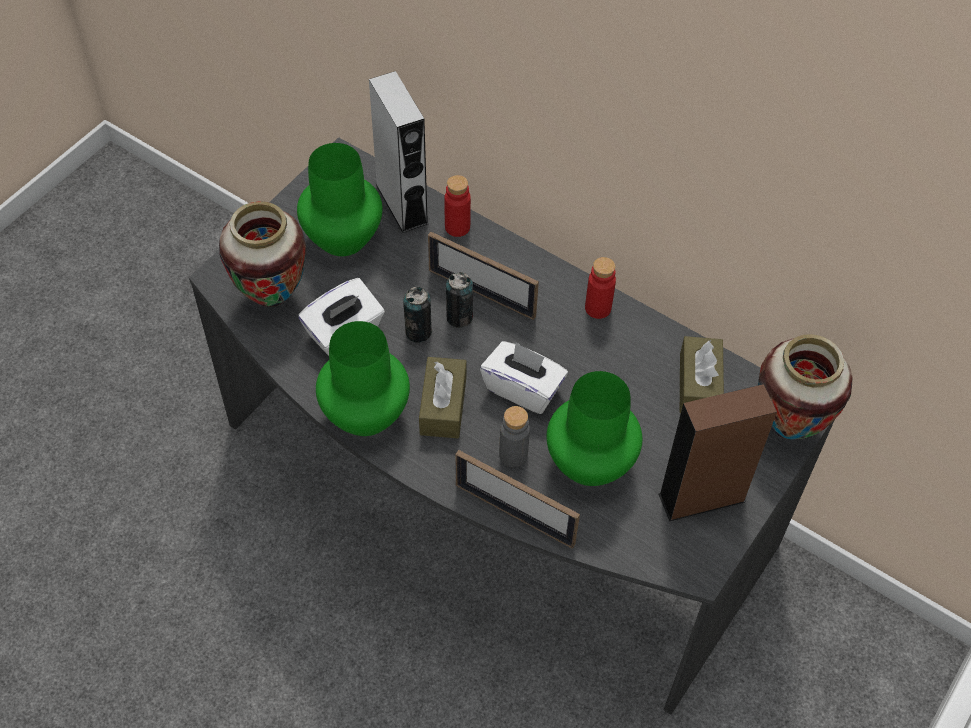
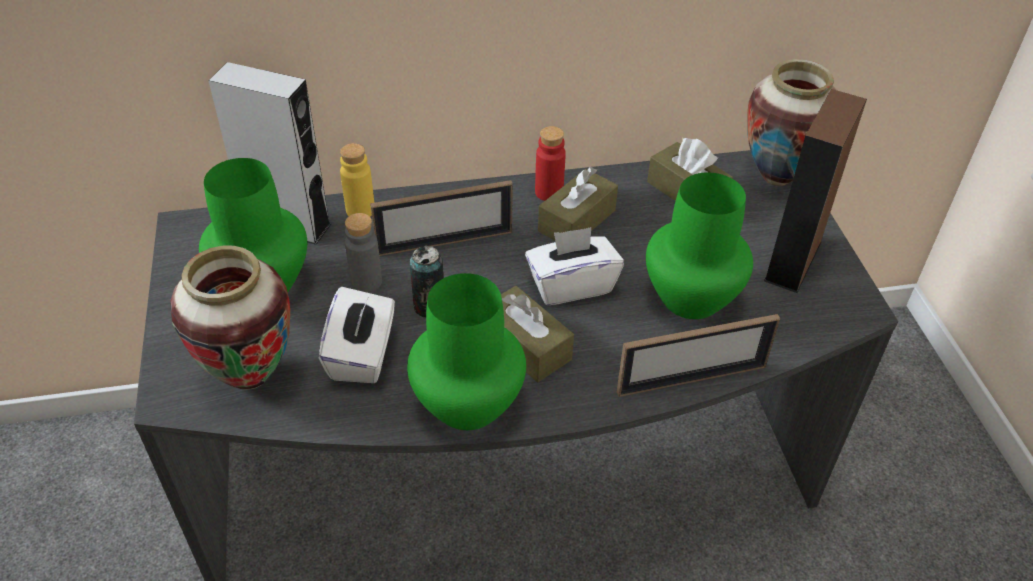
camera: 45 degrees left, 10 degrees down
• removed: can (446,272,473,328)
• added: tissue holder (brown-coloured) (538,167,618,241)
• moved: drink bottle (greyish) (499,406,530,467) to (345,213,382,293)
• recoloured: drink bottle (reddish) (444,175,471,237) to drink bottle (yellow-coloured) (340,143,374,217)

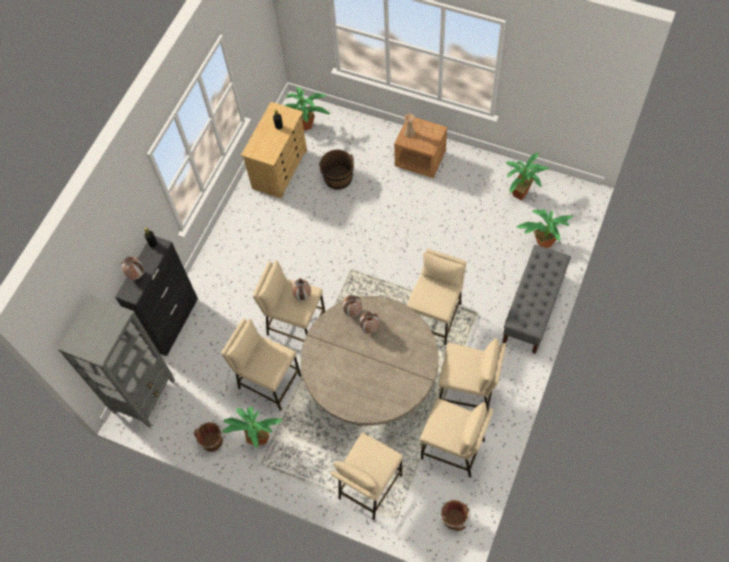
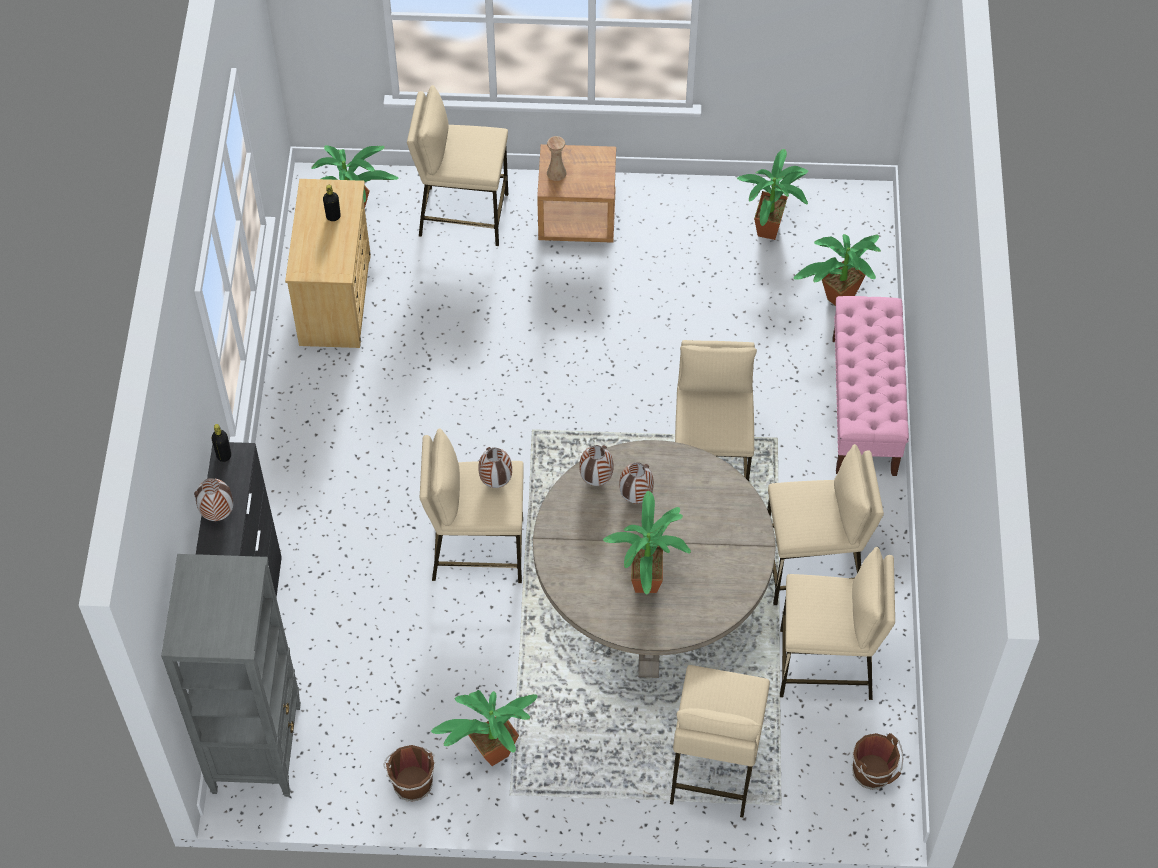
camera: 25 degrees left, 5 degrees down
• removed: bucket (brown-coloured) (319,150,354,190)
• added: plant in a pot (603,491,691,594)
• moved: stool (sand-coloured) (221,319,301,411) to (407,85,508,246)
• recoloured: long seat (greyish) (502,245,571,354) to long seat (pinkish) (832,296,909,476)

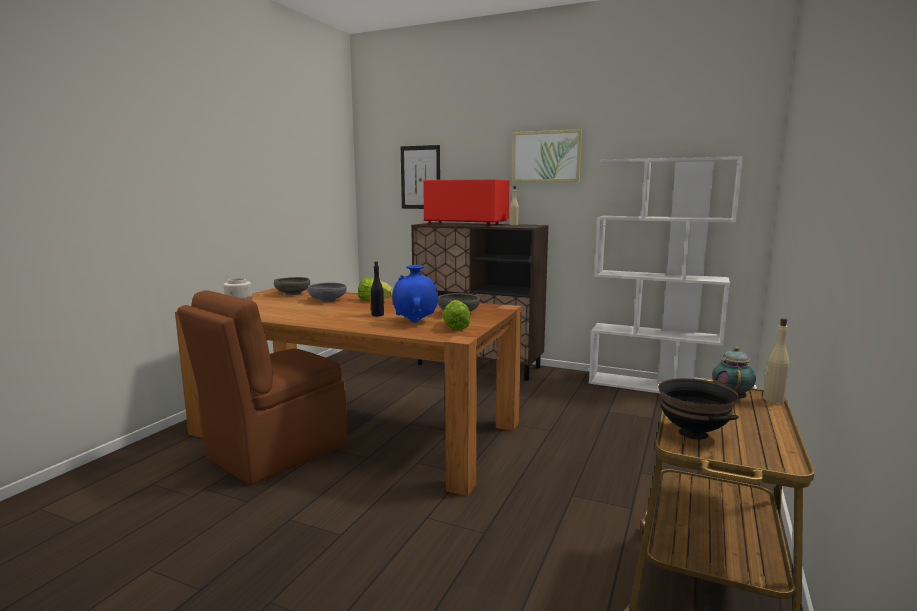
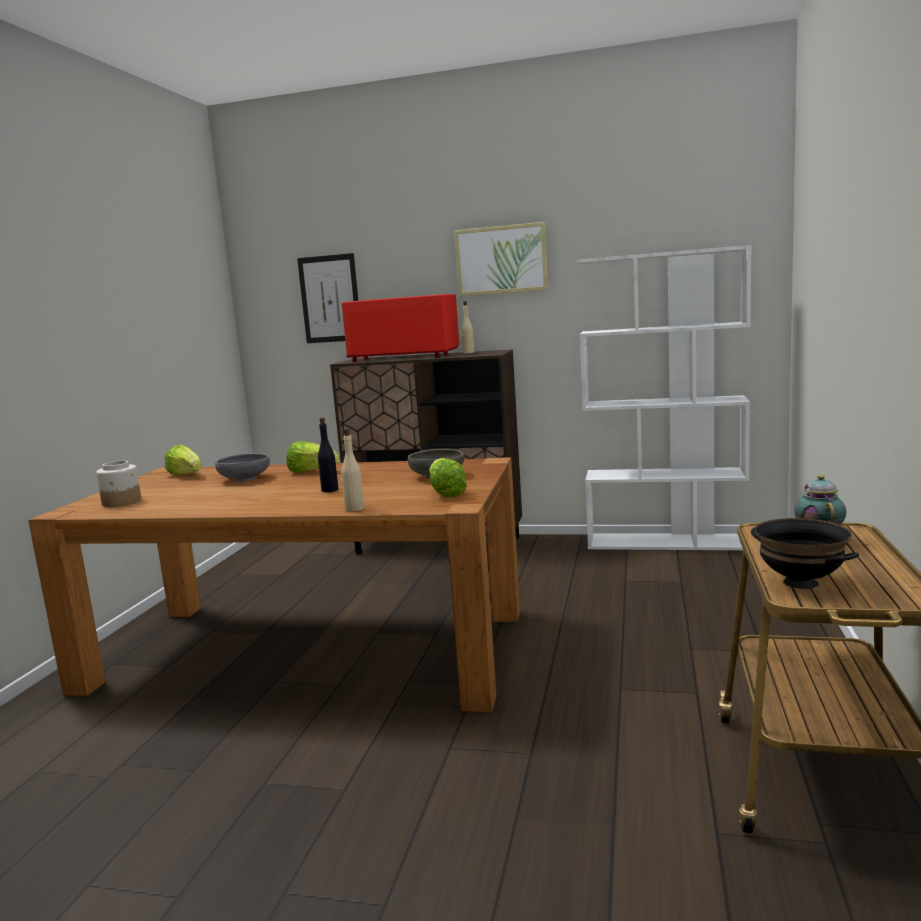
camera: 10 degrees left, 0 degrees up
• removed: chair (brown-coloured) (177,290,347,485)
• removed: flower vase (blue-coloured) (392,265,438,322)
• moved: drink bottle (sand-coloured) (763,318,790,403) to (341,428,364,511)
• replaced: bowl (greyish) (274,277,310,295) to head of lettuce (164,445,202,475)

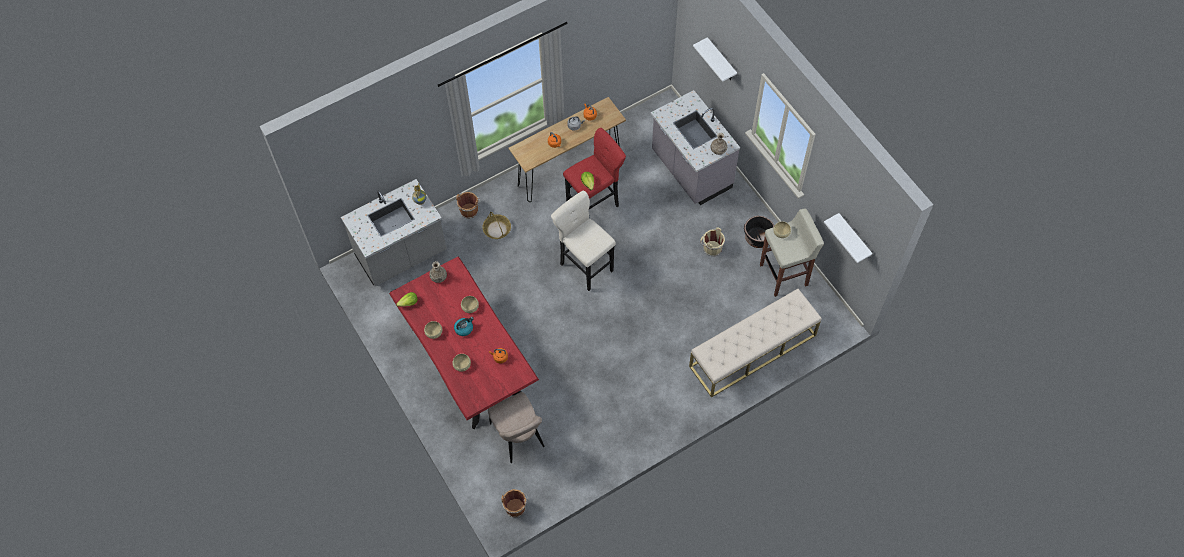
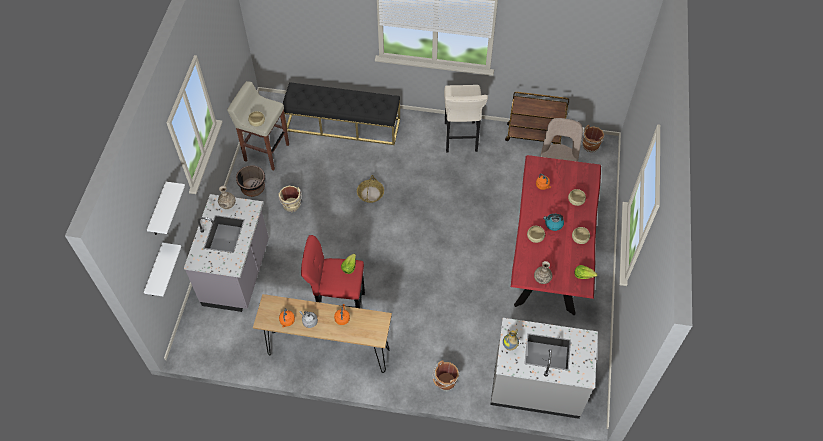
camera: 140 degrees left, 5 degrees down
• added: cart (brown-coloured) (505,92,569,144)
• moved: household basket (483,212,511,239) to (357,175,384,203)
• moved: stool (sand-coloured) (551,191,616,291) to (444,85,488,152)
• moved: wall shelf (whitish) (824,213,872,263) to (144,243,181,296)
• recoloured: long seat (sand-coloured) (689,289,821,398) to long seat (black) (283,82,400,145)

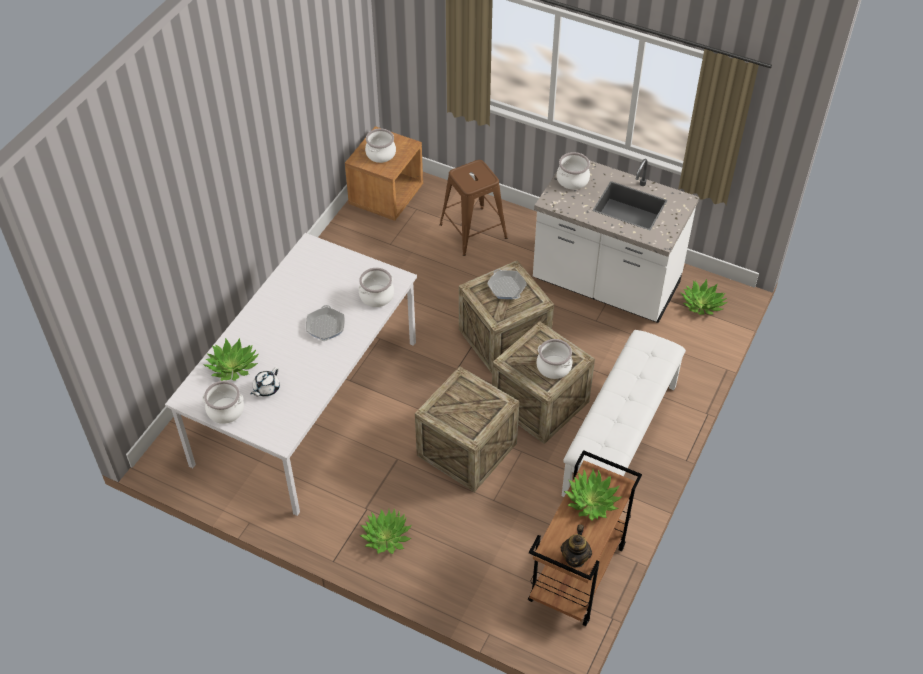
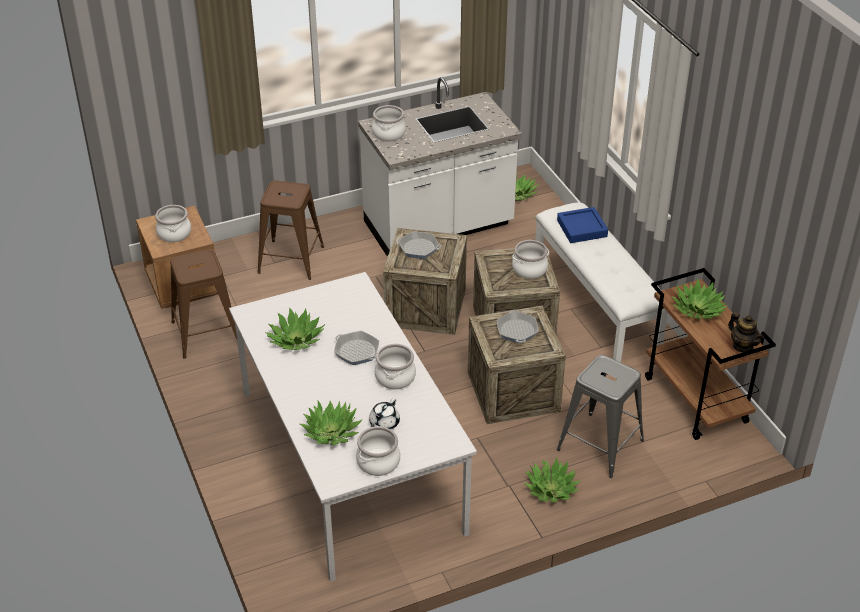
camera: 50 degrees left, 10 degrees down
• added: stool (brown-coloured) (170,249,237,359)
• added: plant in a pot (265,307,325,350)
• added: frying pan (497,310,539,343)
• added: carrying tray (blue-coloured) (557,207,608,243)
• added: stool (greyish) (557,355,644,478)
• moved: stockpot (358,268,394,307) to (375,344,416,390)
• turned: pot for tea (whitish) (250,367,280,397) = (369,398,400,429) 45 degrees clockwise

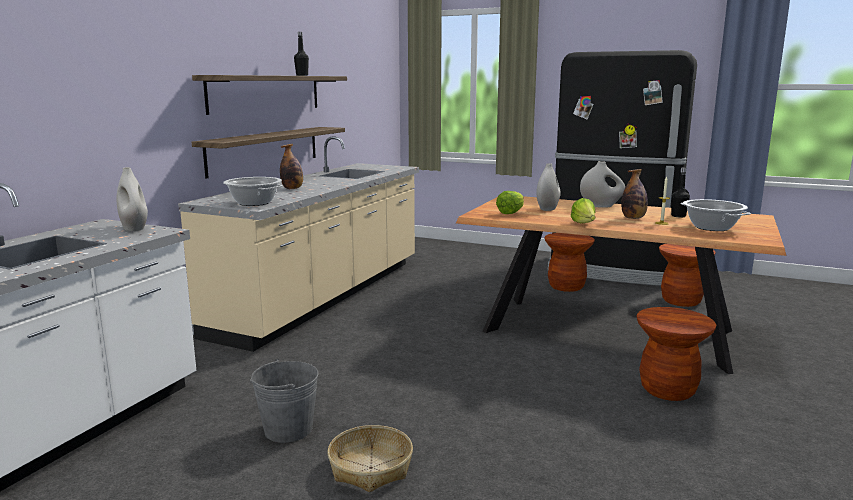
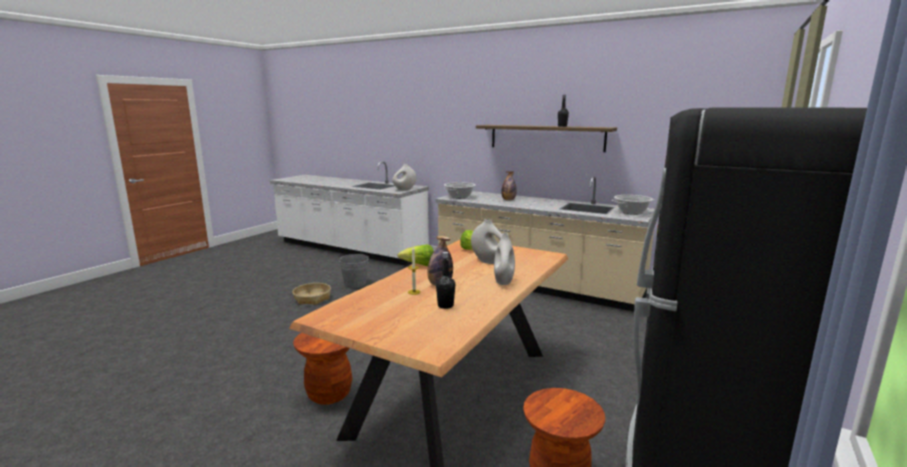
camera: 95 degrees right, 0 degrees up
• removed: wall shelf (192,127,345,178)
• removed: stool (brown-coloured) (544,233,595,292)
• moved: stockpot (680,199,751,231) to (611,195,655,215)

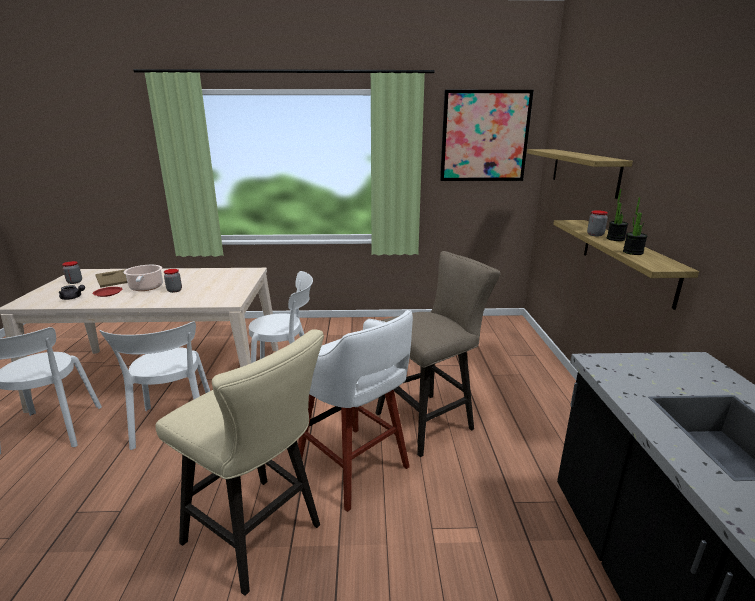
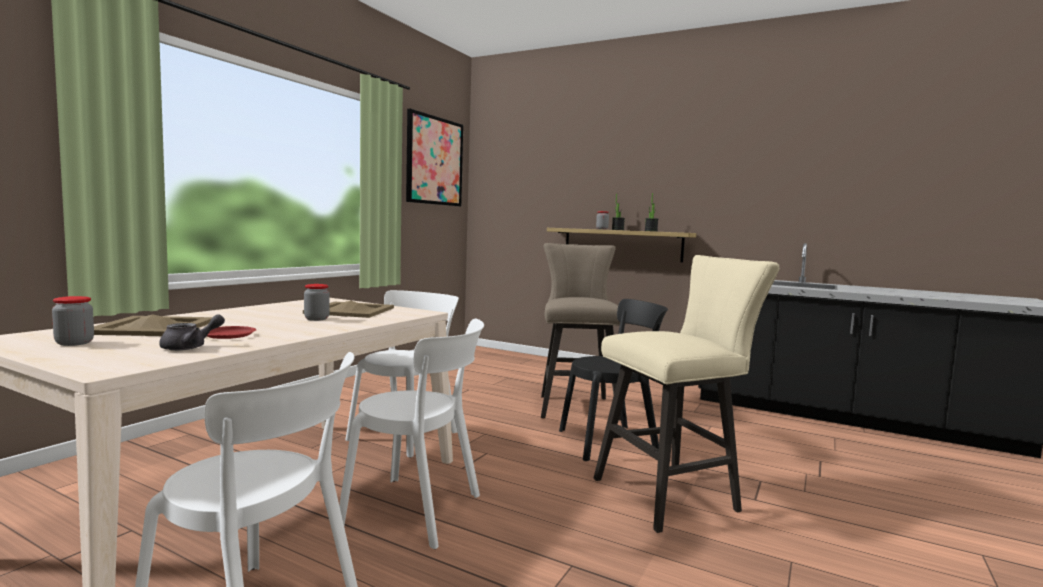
camera: 60 degrees left, 15 degrees down
• removed: stockpot (124,265,163,291)
• removed: wall shelf (527,149,633,199)
• added: carrying tray (sand-coloured) (303,301,394,318)
• replaced: stool (whitish) (298,310,413,512) to chair (black) (559,299,668,461)

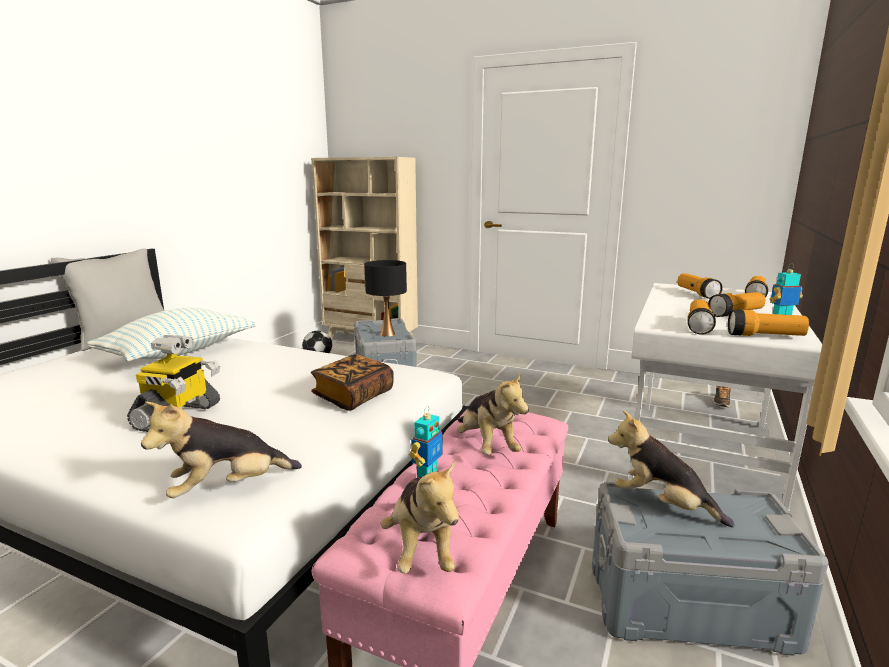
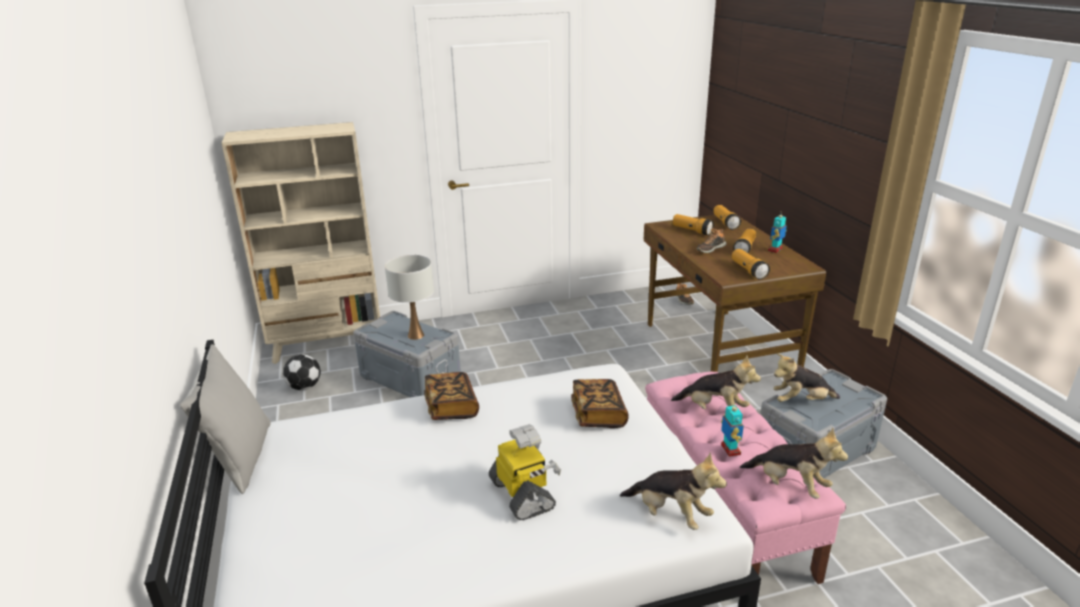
camera: 40 degrees left, 10 degrees up
• removed: pillow (87,308,256,361)
• removed: torch (728,309,809,336)
• added: bound book (424,372,479,420)
• added: low shoe (696,228,726,253)
• recoloured: lamp for a table (black) (364,260,407,336) to lamp for a table (whitish) (385,255,434,340)
• recoloured: desk unit (whitish) (628,283,822,511) to desk unit (brown-coloured) (644,215,826,372)
• turned: plush toy (141,401,302,498) = (620,452,727,530) 75 degrees counterclockwise

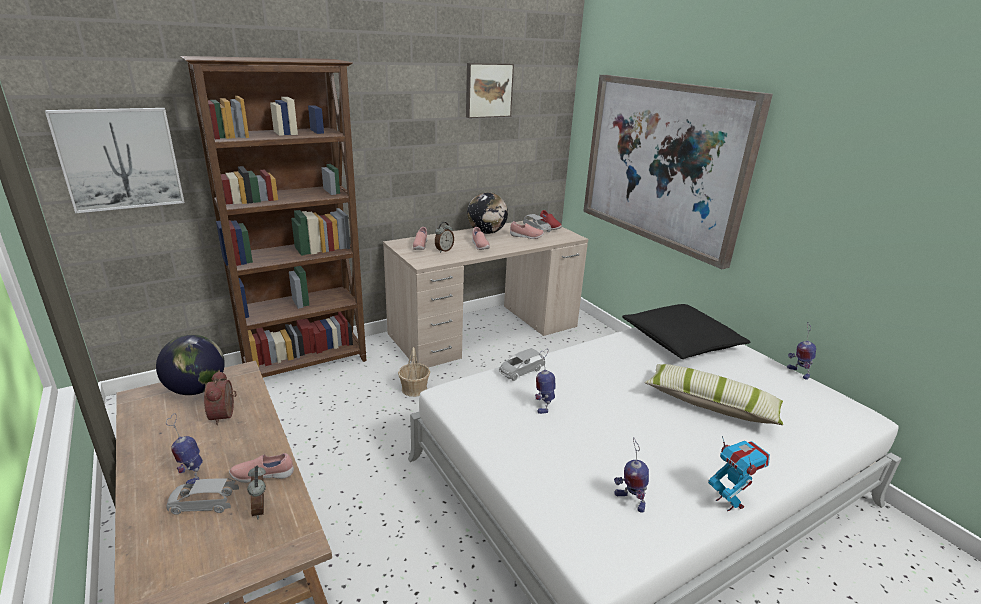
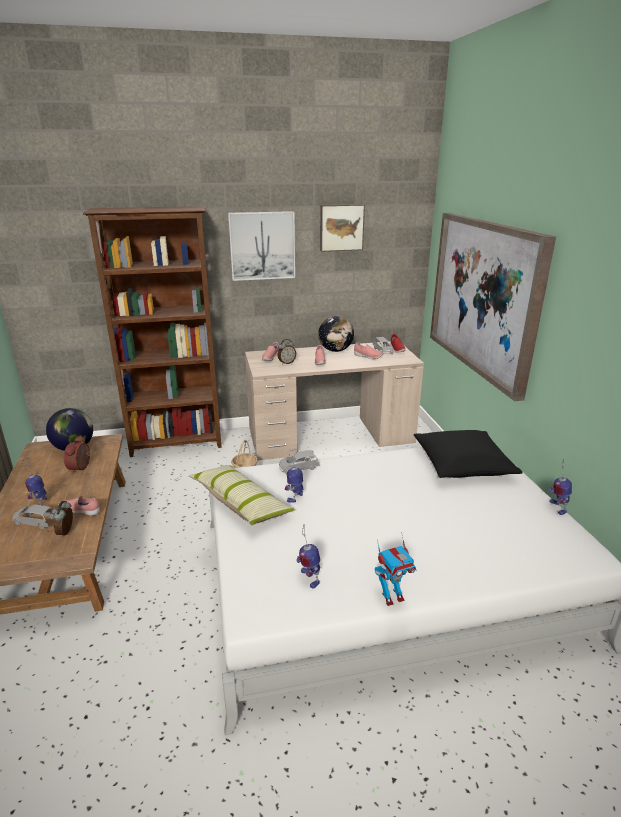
camera: 20 degrees right, 0 degrees up
• moved: wall picture (45,108,185,213) to (228,211,295,281)
• moved: pillow (645,364,783,425) to (189,465,294,525)
• turned: model robot (708,436,770,511) = (375,532,416,606) 75 degrees clockwise

